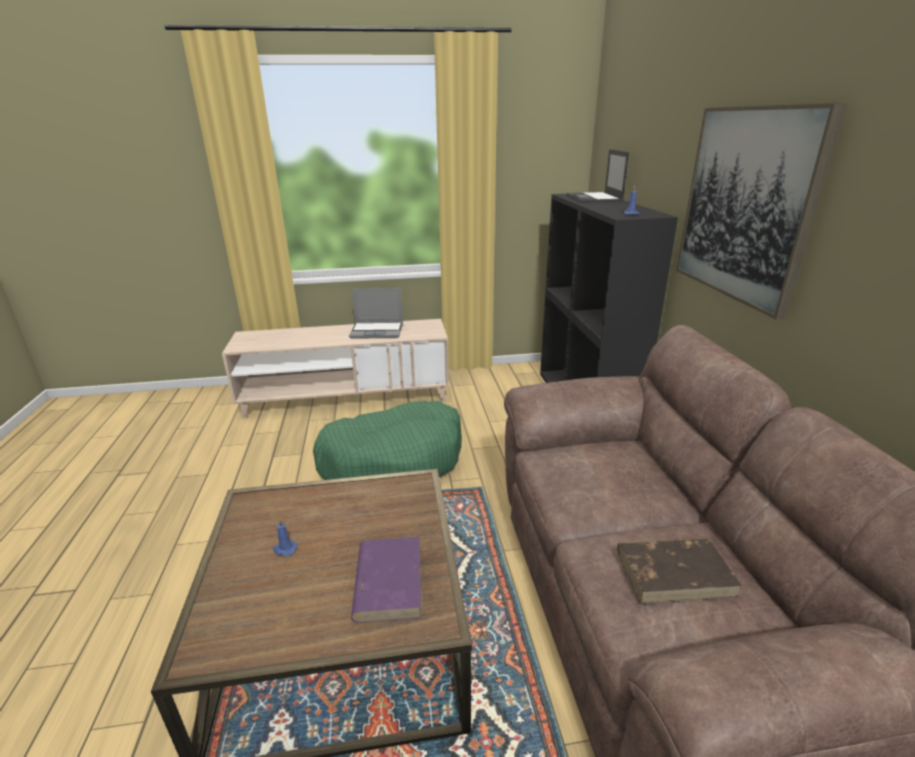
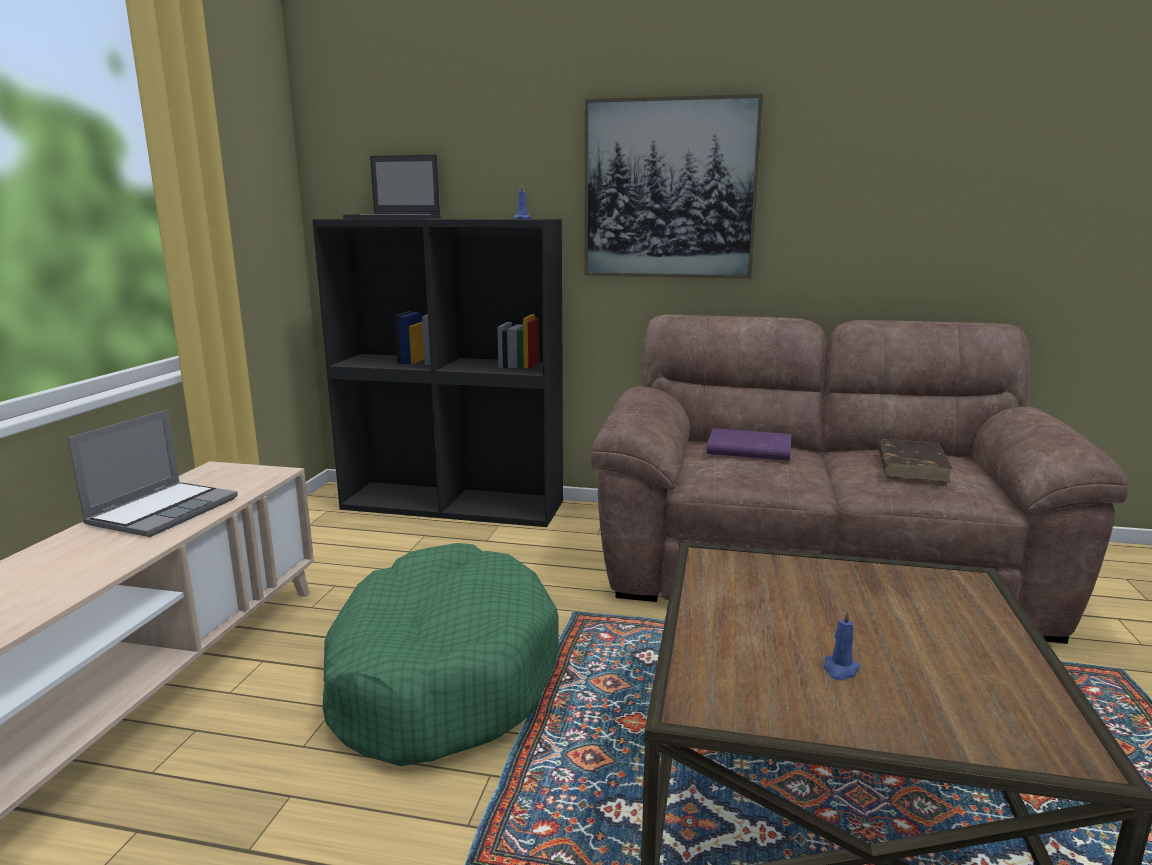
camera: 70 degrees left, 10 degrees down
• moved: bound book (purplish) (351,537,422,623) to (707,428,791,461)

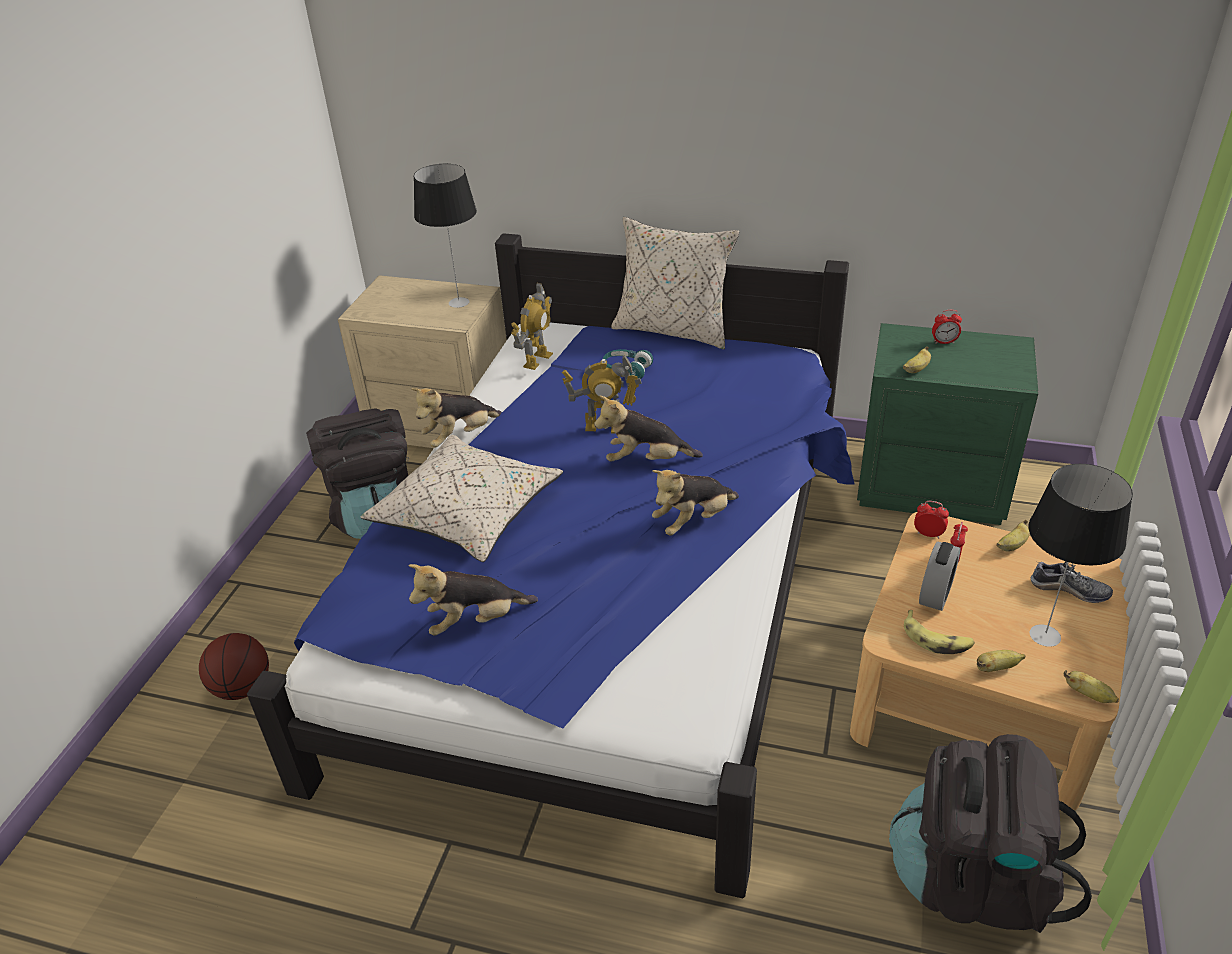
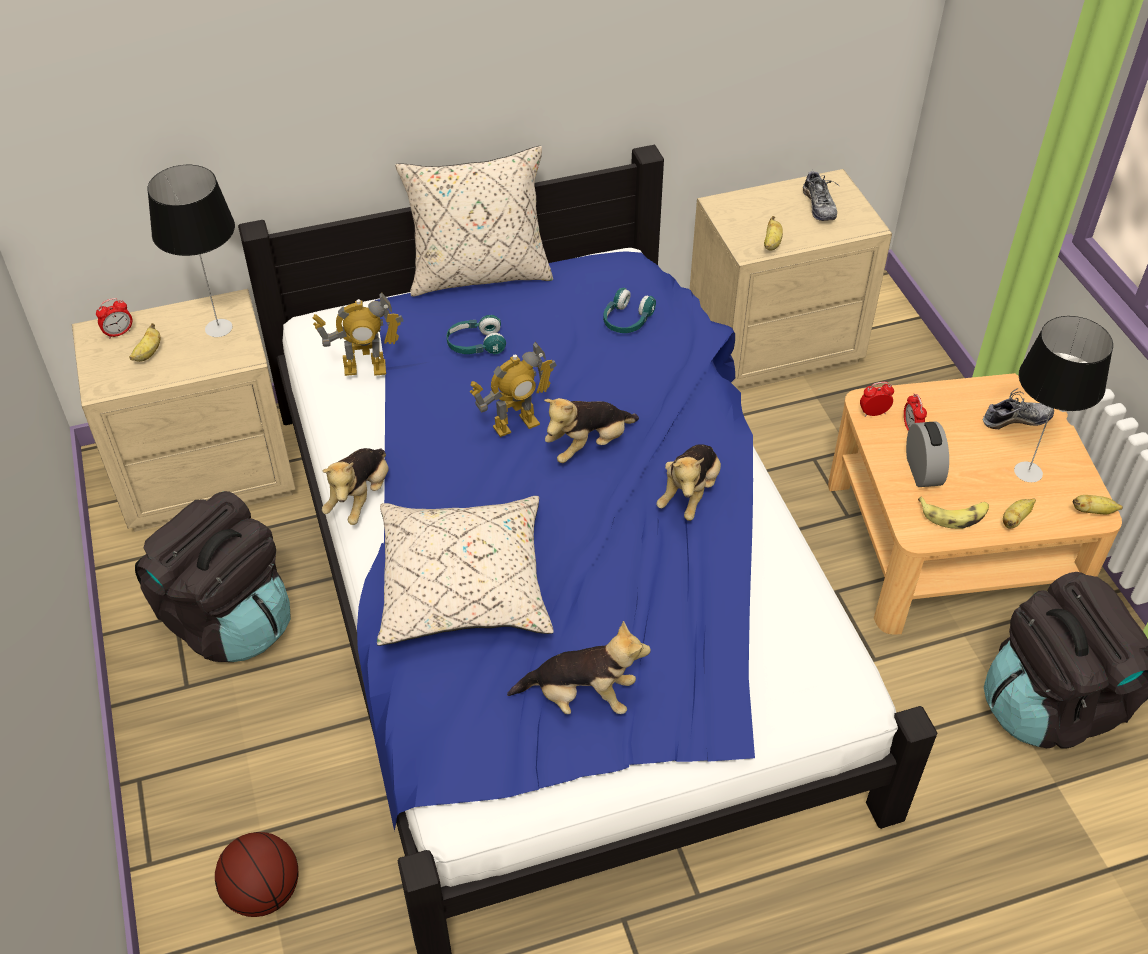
camera: 35 degrees left, 10 degrees up
• added: pair of headphones (turquoise) (603,288,656,333)
• added: low shoe (803,169,840,221)
• moved: bedside clock (932,310,962,344) to (96,298,132,339)
• moved: banana (997,520,1030,551) to (129,323,160,362)
• recoloured: nightstand (greenish) (857,323,1038,525) to nightstand (sand-coloured) (690,169,892,391)
• turned: plush toy (409,564,538,636) = (507,621,651,714) 120 degrees counterclockwise
• turned: model robot (511,283,553,370) = (312,292,403,376) 90 degrees clockwise

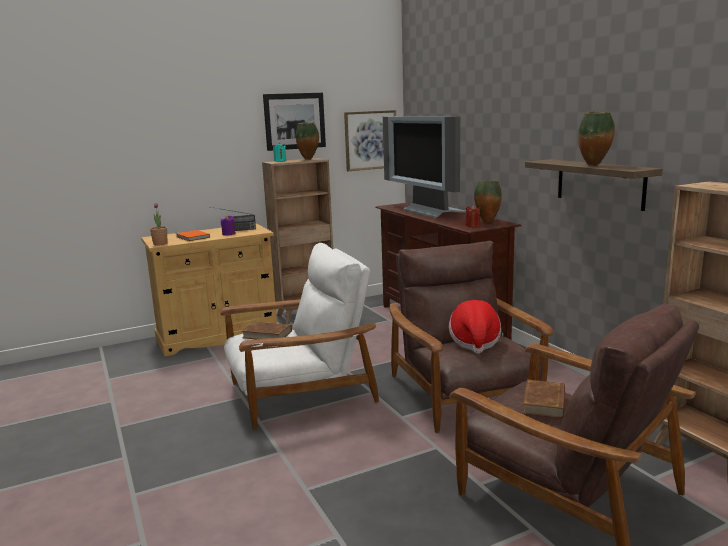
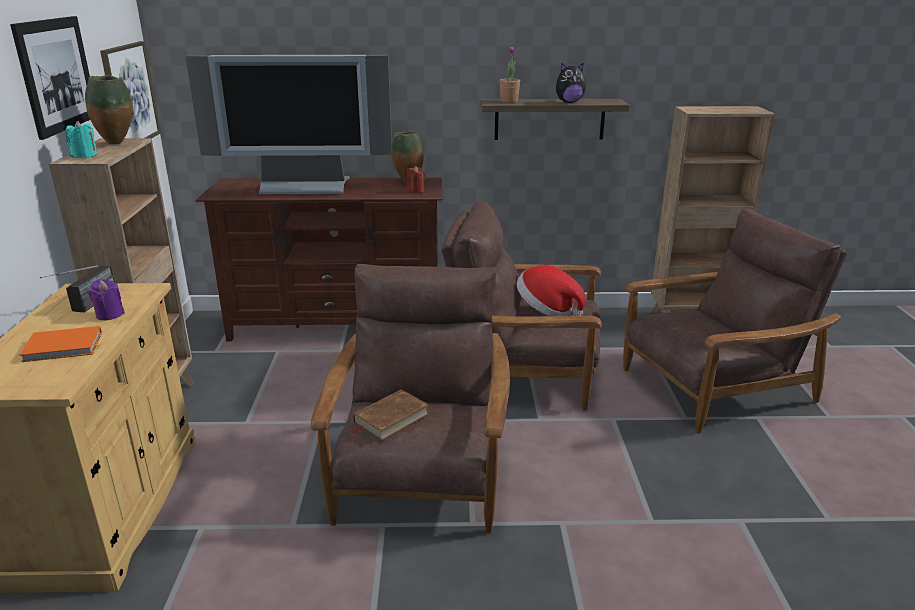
camera: 65 degrees left, 10 degrees up
• removed: bound book (brown-coloured) (523,380,565,418)
• moved: plant in a pot (150,203,168,246) to (499,47,520,103)
• replaced: flower vase (578,111,615,166) to plush toy (556,63,586,103)
• recoloured: lounge chair (whitish) (220,243,379,430) to lounge chair (brown-coloured) (311,264,510,533)

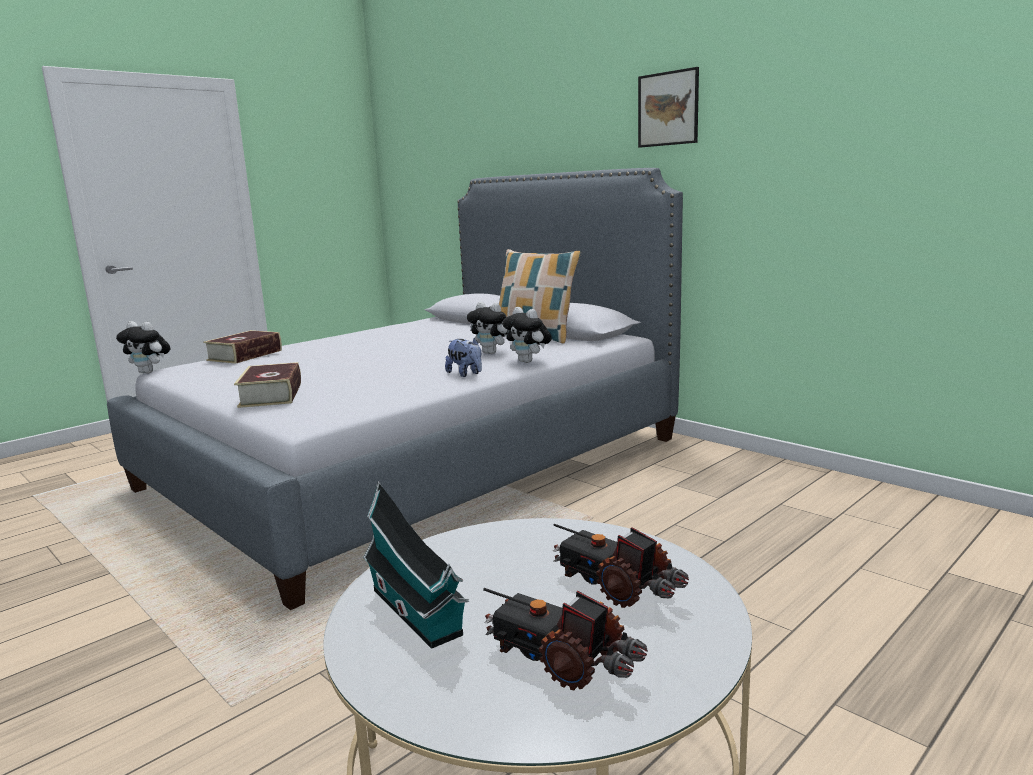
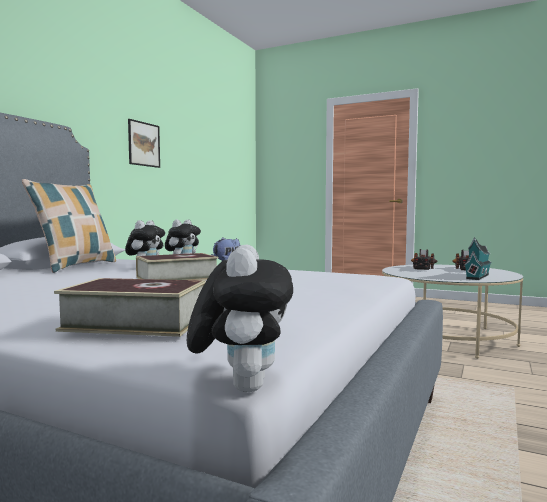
camera: 110 degrees left, 10 degrees down
• moved: bound book (234,362,301,408) to (136,253,218,280)
• moved: wall picture (638,67,699,148) to (128,119,160,168)

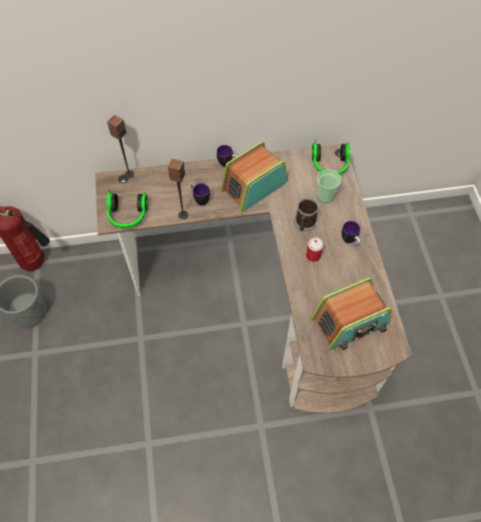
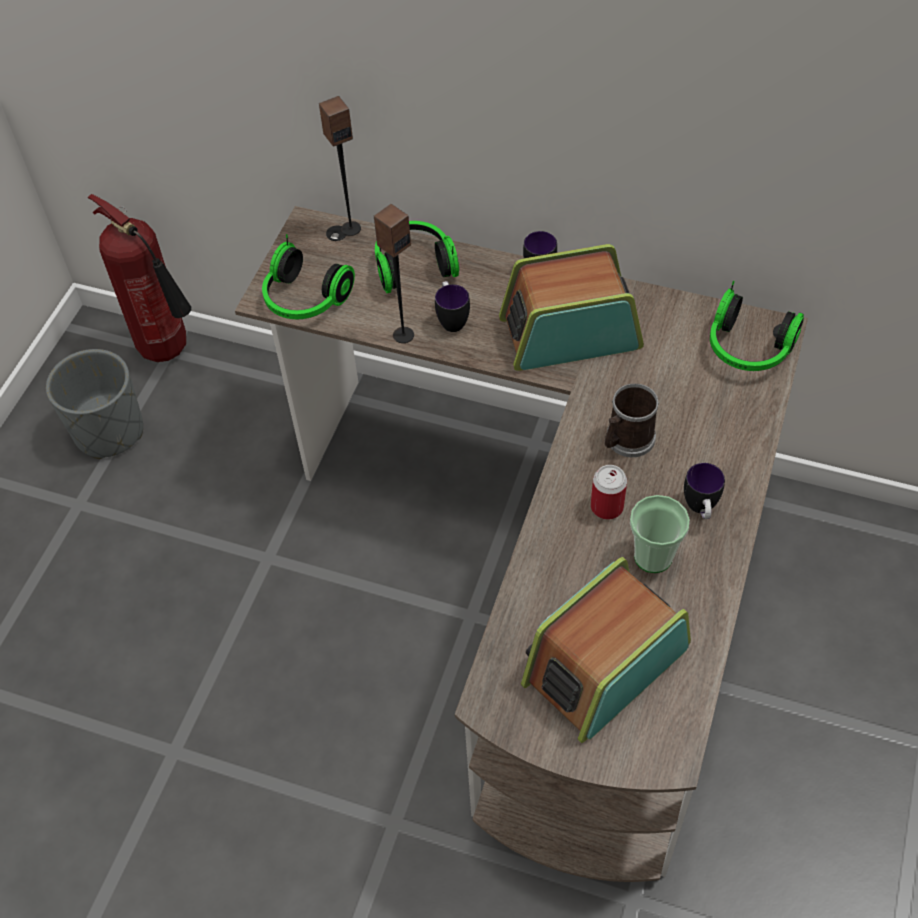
camera: 30 degrees right, 5 degrees down
• added: pair of headphones (375,221,459,293)
• moved: cup (317,169,341,203) to (630,495,690,573)
• turned: radio receiver (311,277,392,351) = (521,557,691,743) 135 degrees clockwise

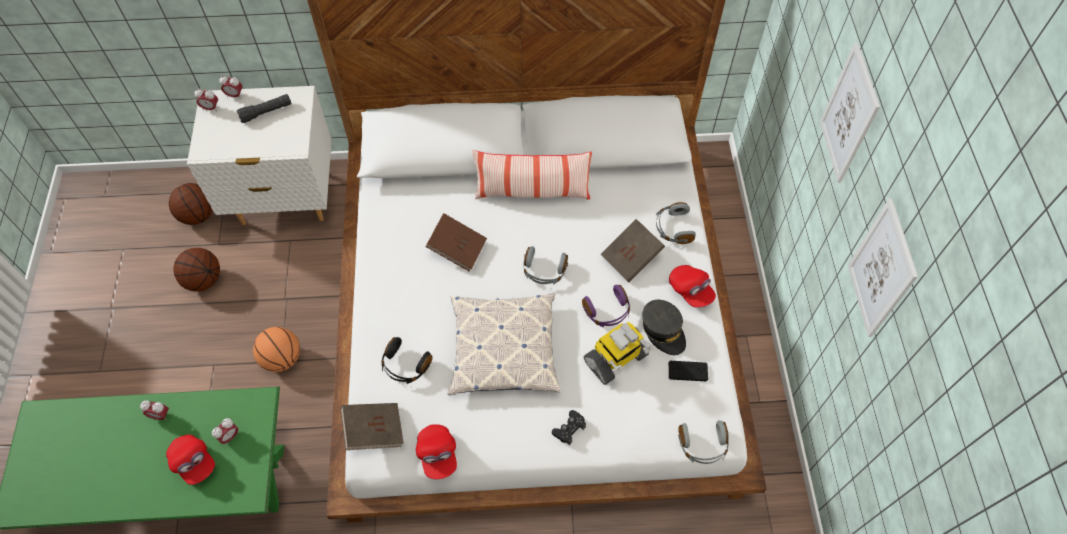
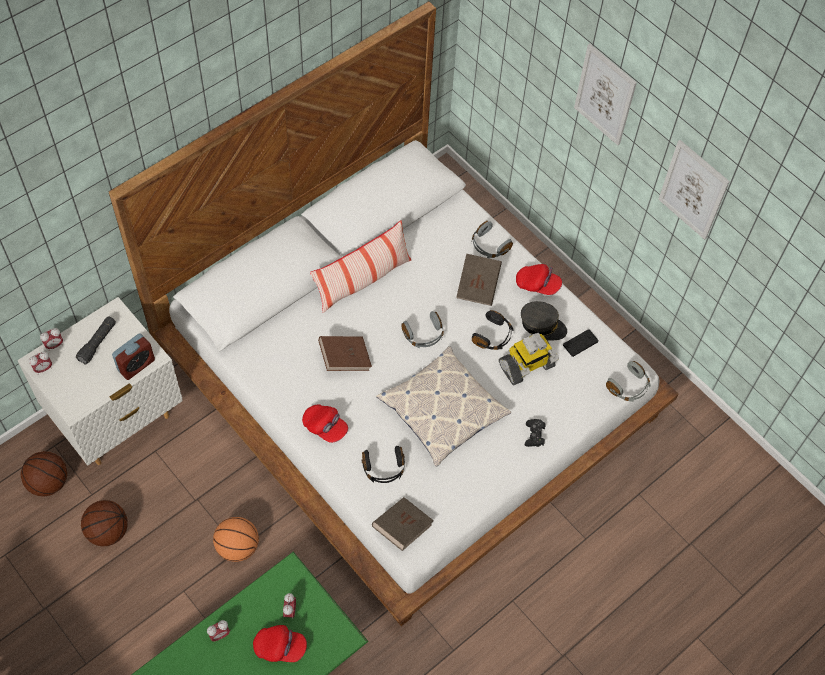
camera: 40 degrees left, 0 degrees up
• added: bedside clock (112,333,155,380)
• moved: baseball cap (reddish) (416,425,457,479) to (302,404,348,443)
• recoloured: pair of headphones (purplish) (582,285,630,328) to pair of headphones (black) (472,310,514,350)
• turned: model robot (584,322,654,385) = (499,333,559,385) 45 degrees clockwise

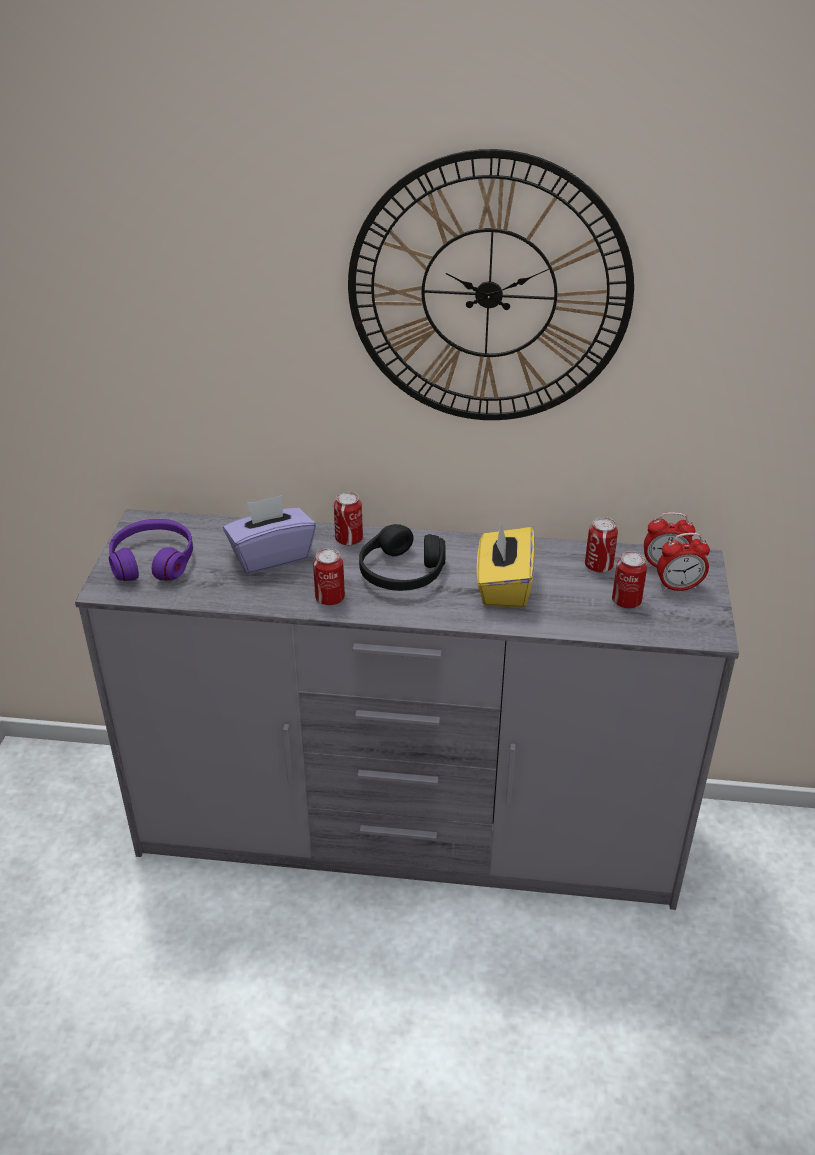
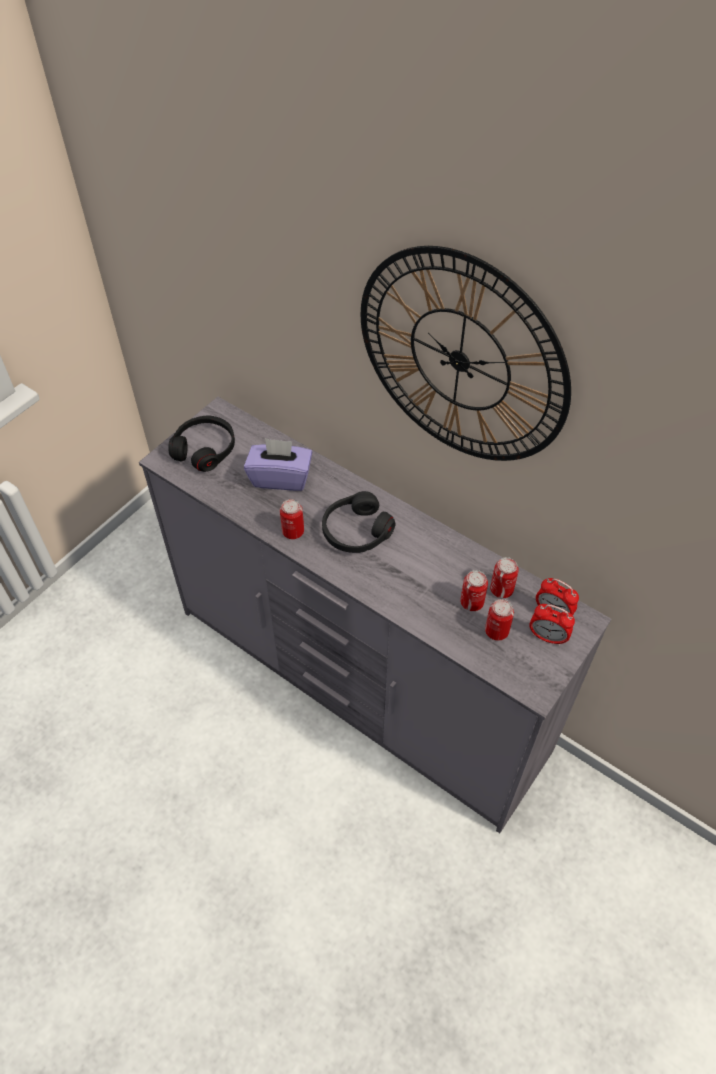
camera: 30 degrees right, 15 degrees up
• removed: tissue holder (yellow-coloured) (477,521,535,608)
• moved: can (334,492,363,546) to (460,570,488,611)
• recoloured: pair of headphones (purplish) (109,519,193,581) to pair of headphones (black) (168,416,235,472)

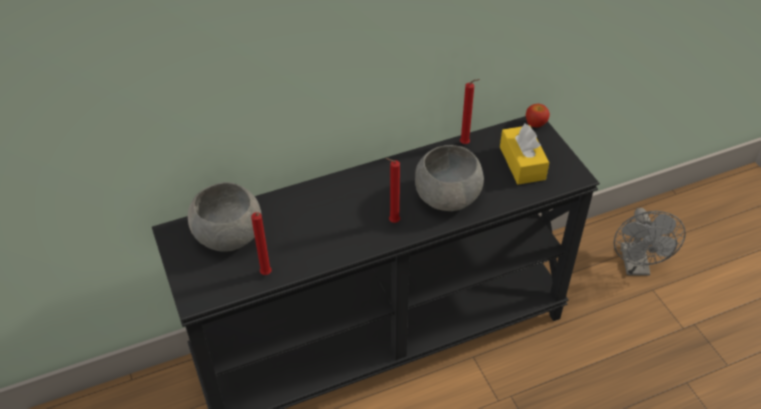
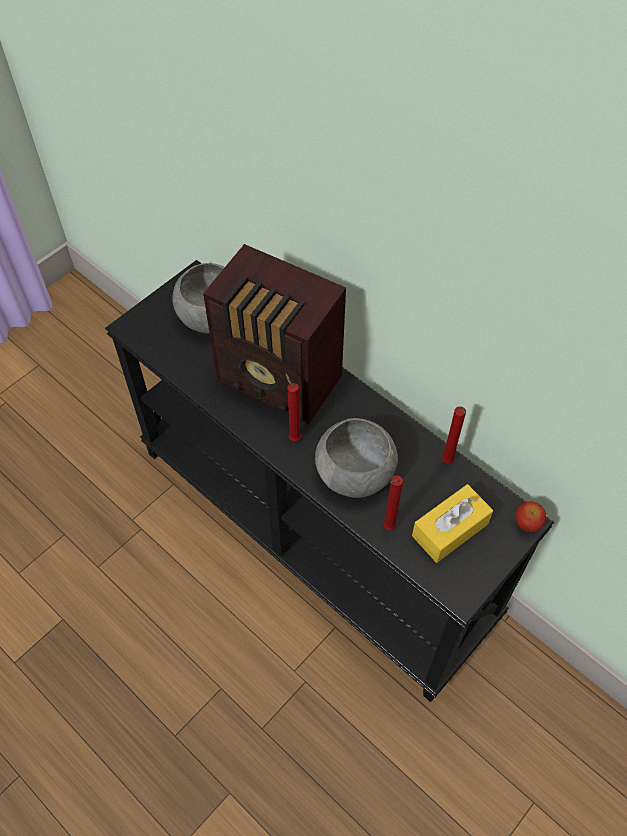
camera: 65 degrees right, 10 degrees up
• removed: electric fan (greyish) (614,208,686,276)
• added: radio receiver (203,244,346,425)
• moved: wax light (reddish) (251,212,272,275) to (383,476,403,530)

